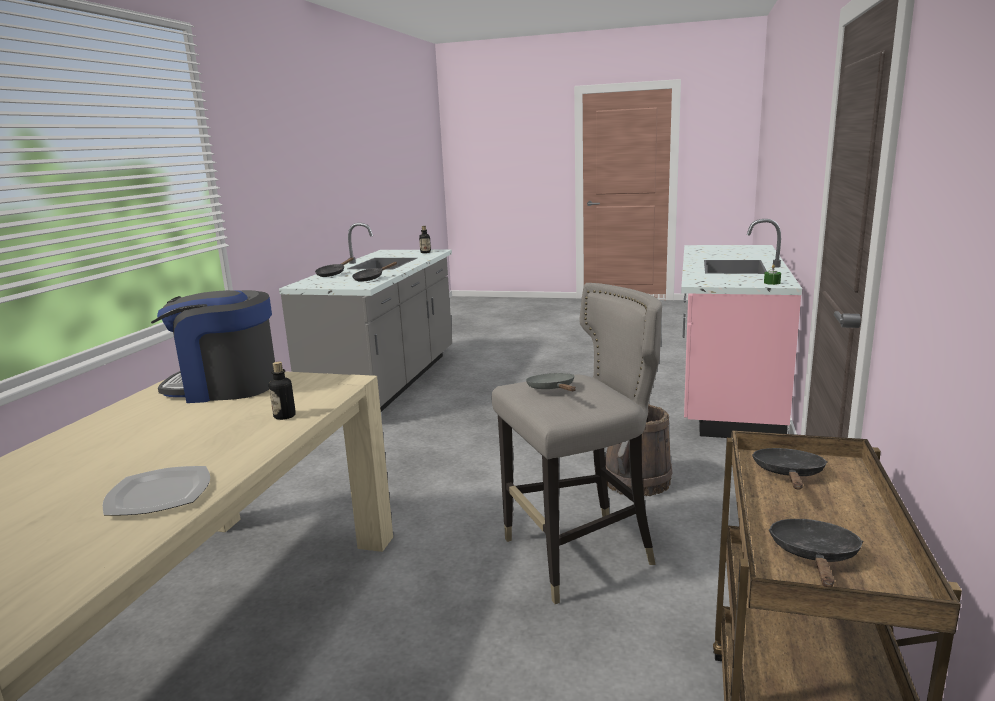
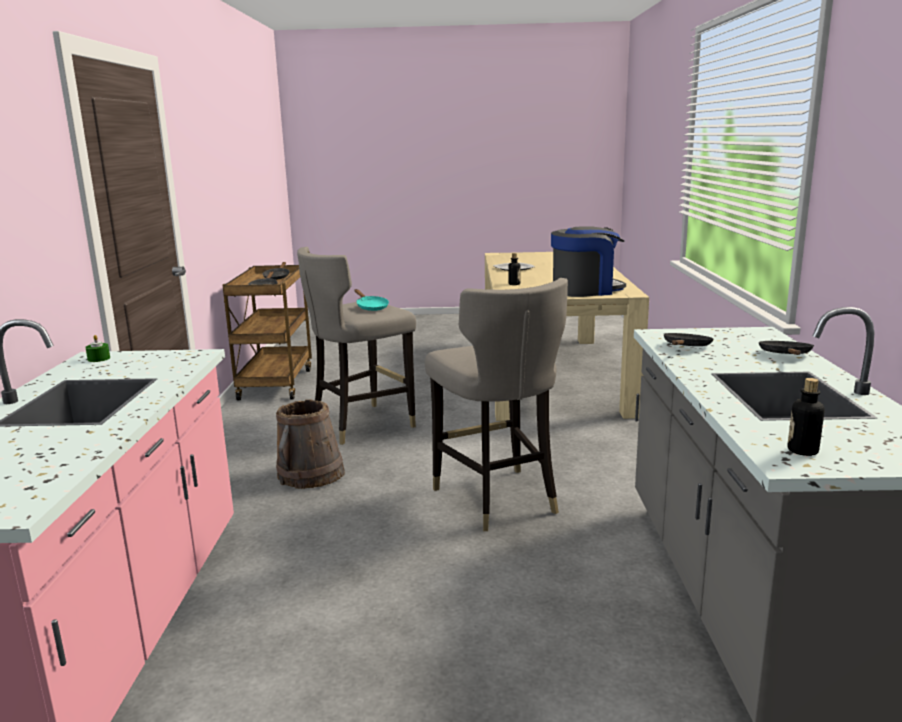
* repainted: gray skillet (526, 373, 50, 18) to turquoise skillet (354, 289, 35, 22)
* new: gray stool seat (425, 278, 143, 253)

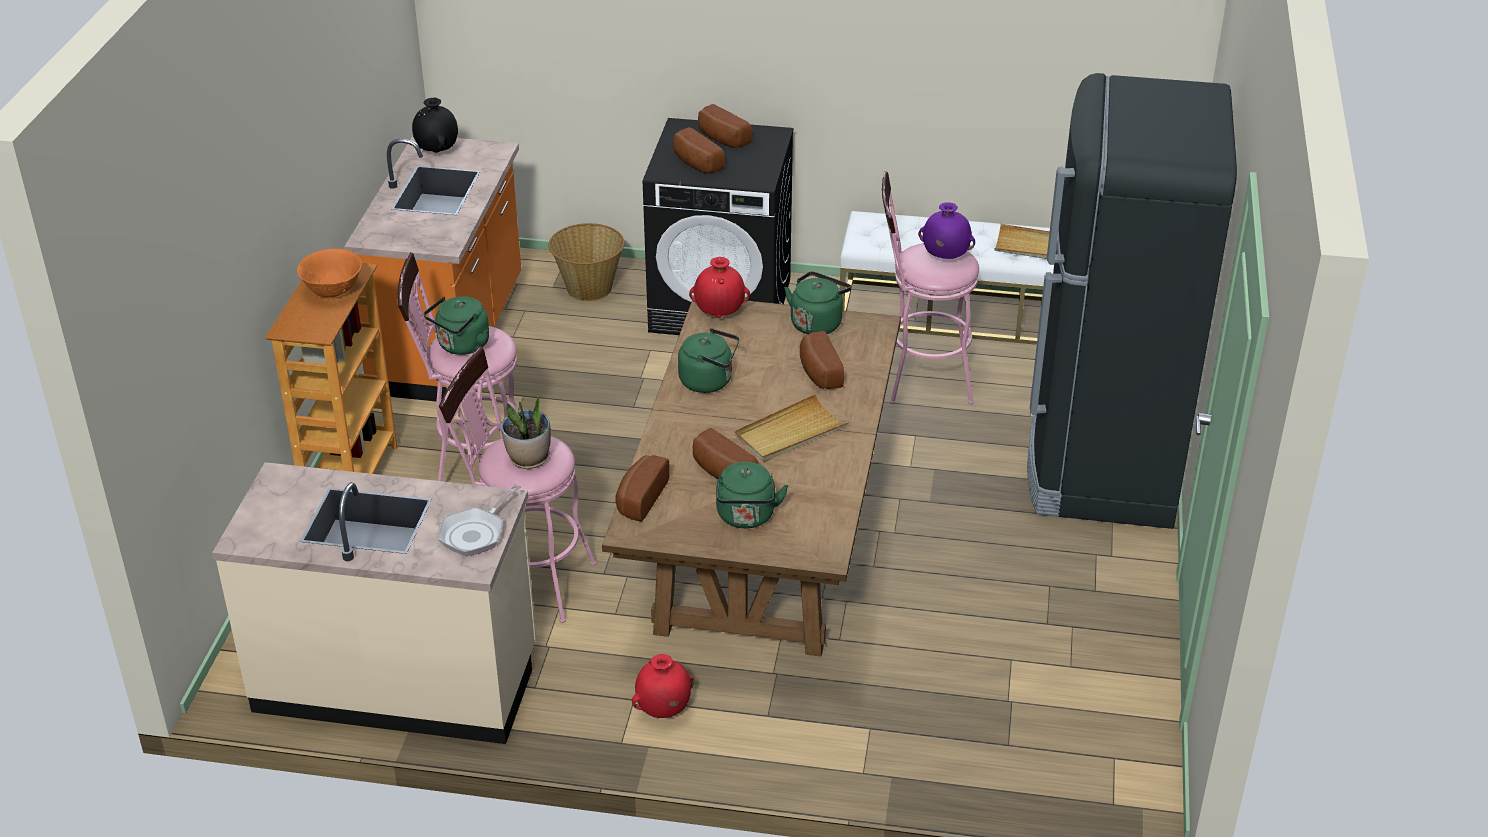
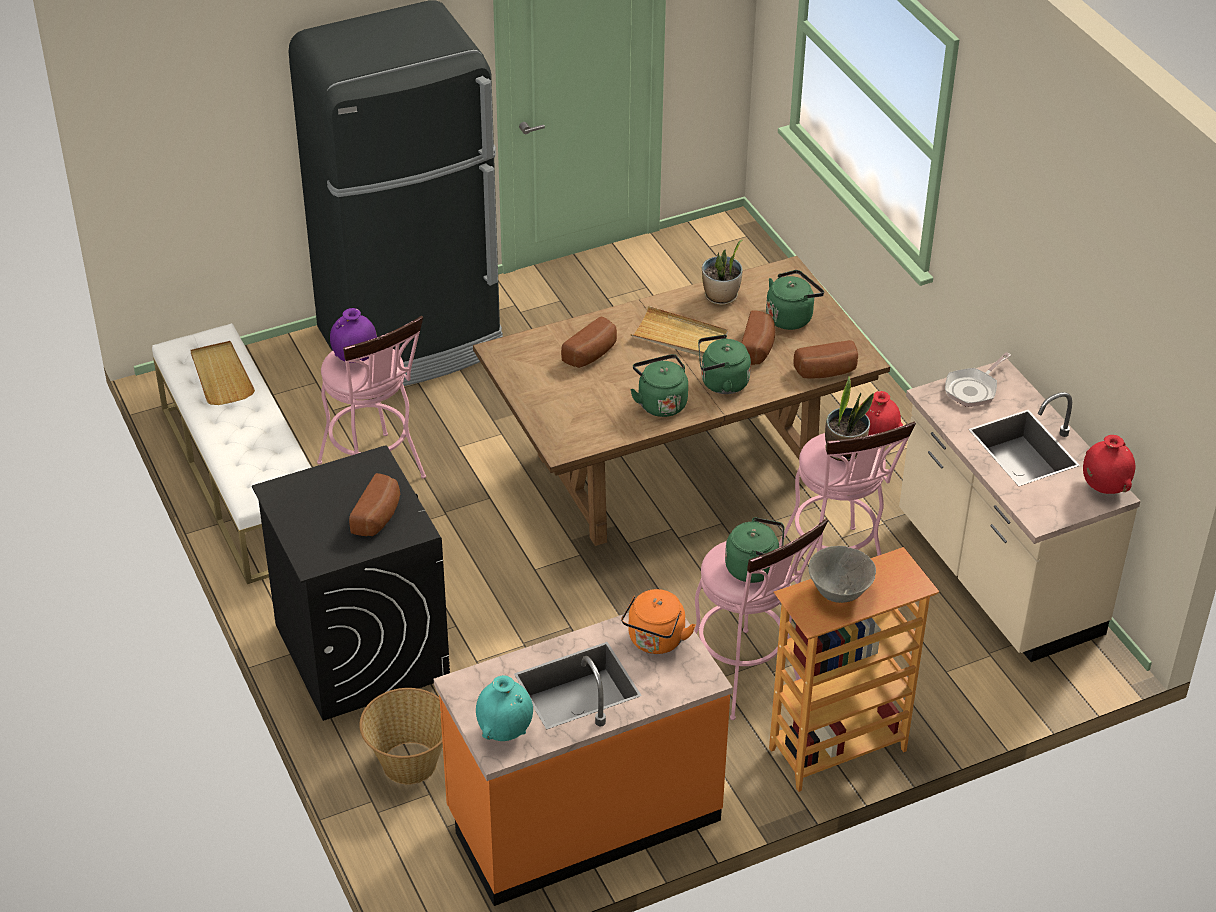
* repainted: orange bowl (297, 249, 65, 48) to gray bowl (809, 546, 67, 57)
* repainted: black-coloured decorative vase (412, 98, 46, 55) to turquoise decorative vase (476, 675, 57, 66)
* rotated: skillet (438, 484, 83, 73) = (945, 352, 66, 55) 135 degrees clockwise
* shifted: red-coloured decorative vase (689, 257, 61, 61) to (1083, 435, 52, 59)
* gone: baked bread (698, 104, 54, 44)
* shifted: greenish kettle (785, 272, 67, 63) to (698, 334, 53, 60)
* new: orange kettle (621, 589, 75, 65)
* new: houseplant (702, 240, 41, 65)

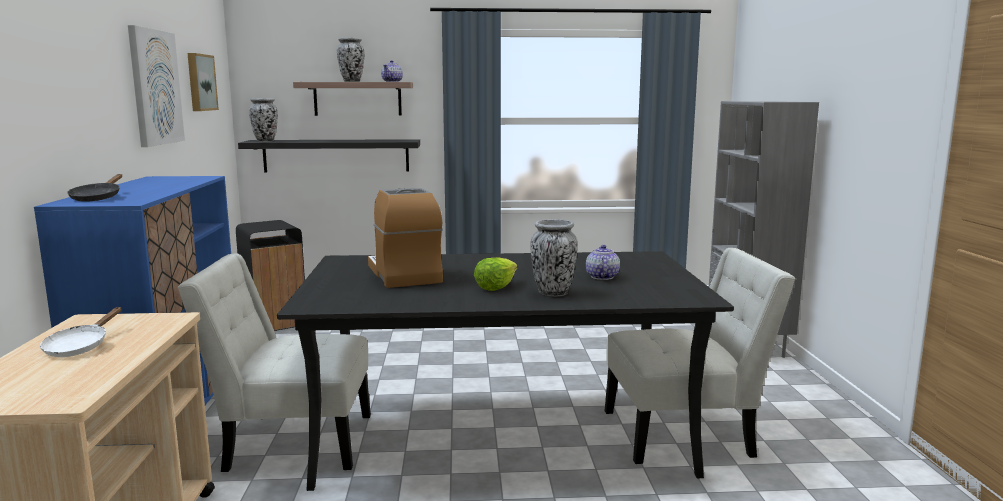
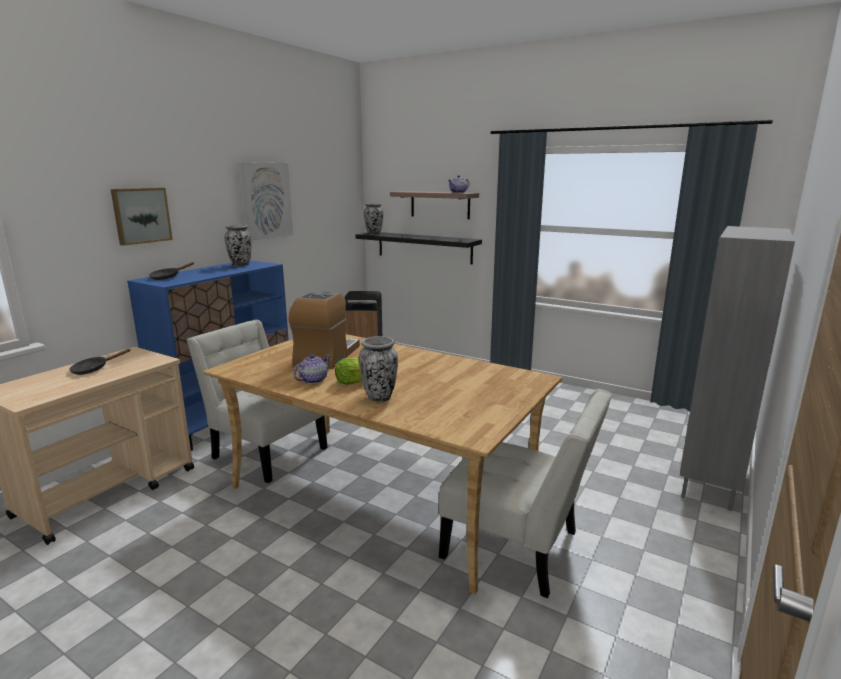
* repainted: whitish skillet (40, 307, 82, 50) to black-coloured skillet (69, 349, 62, 26)
* shifted: picture (188, 53, 31, 58) to (111, 188, 62, 58)
* repainted: black-coloured kitchen table (277, 251, 457, 240) to sand-coloured kitchen table (203, 334, 359, 261)
* shifted: decorative vase (337, 38, 27, 44) to (225, 225, 27, 41)
* shifted: tea pot (586, 245, 34, 35) to (293, 354, 38, 30)

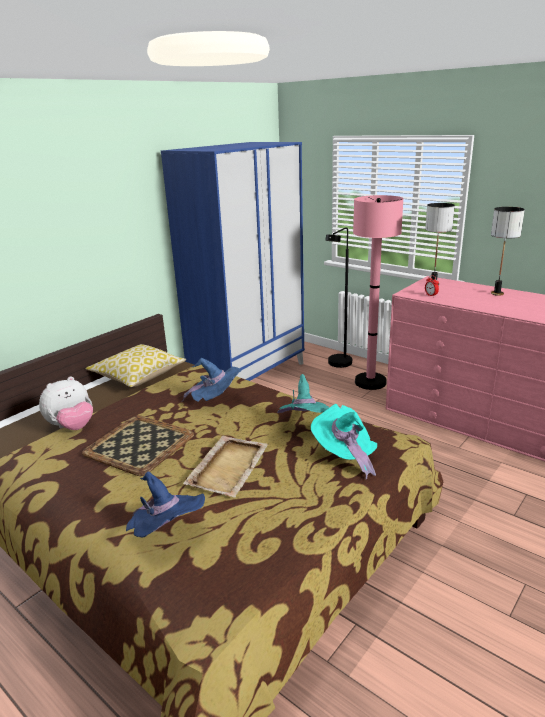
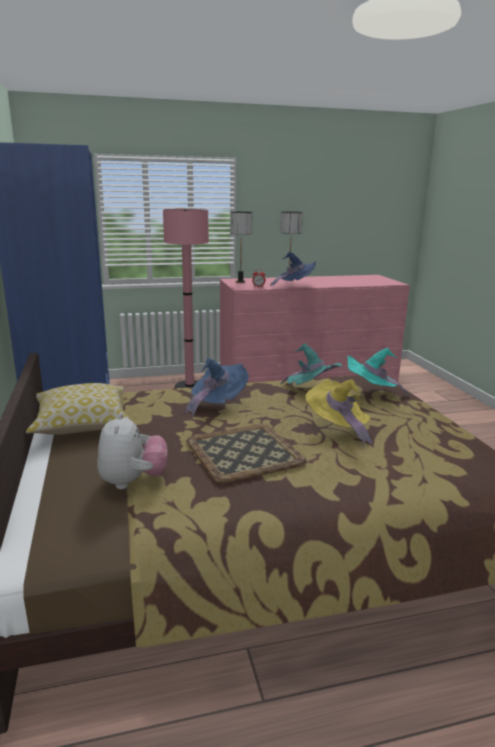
* shifted: blue hat (126, 471, 79, 67) to (270, 252, 47, 35)
* swapped: sand-coloured tray (183, 435, 85, 62) to yellow-coloured hat (305, 379, 67, 67)
* gone: black-coloured floor lamp (326, 227, 26, 141)

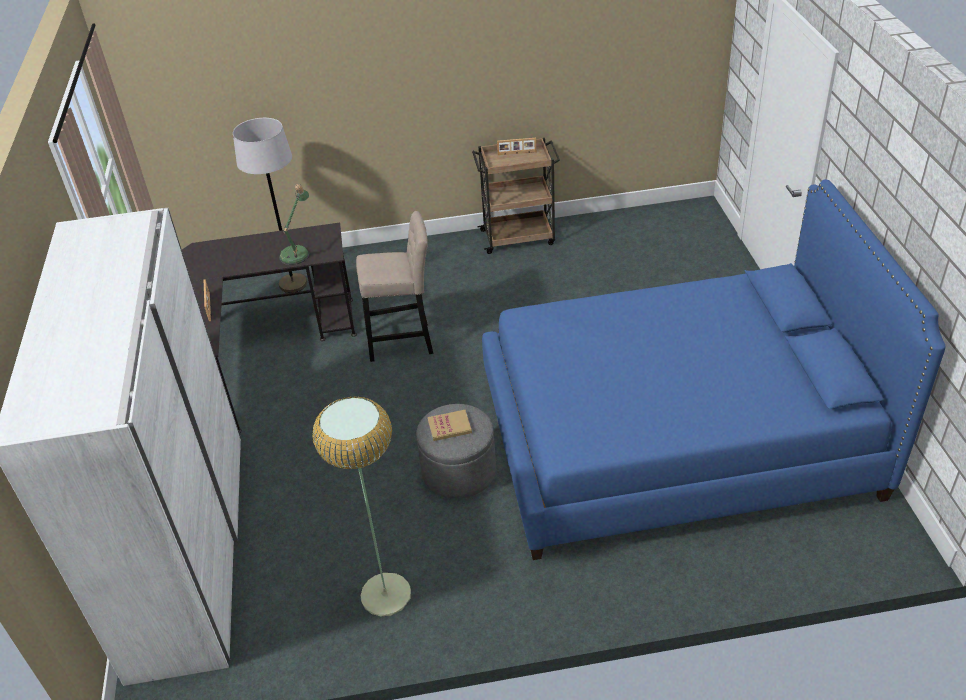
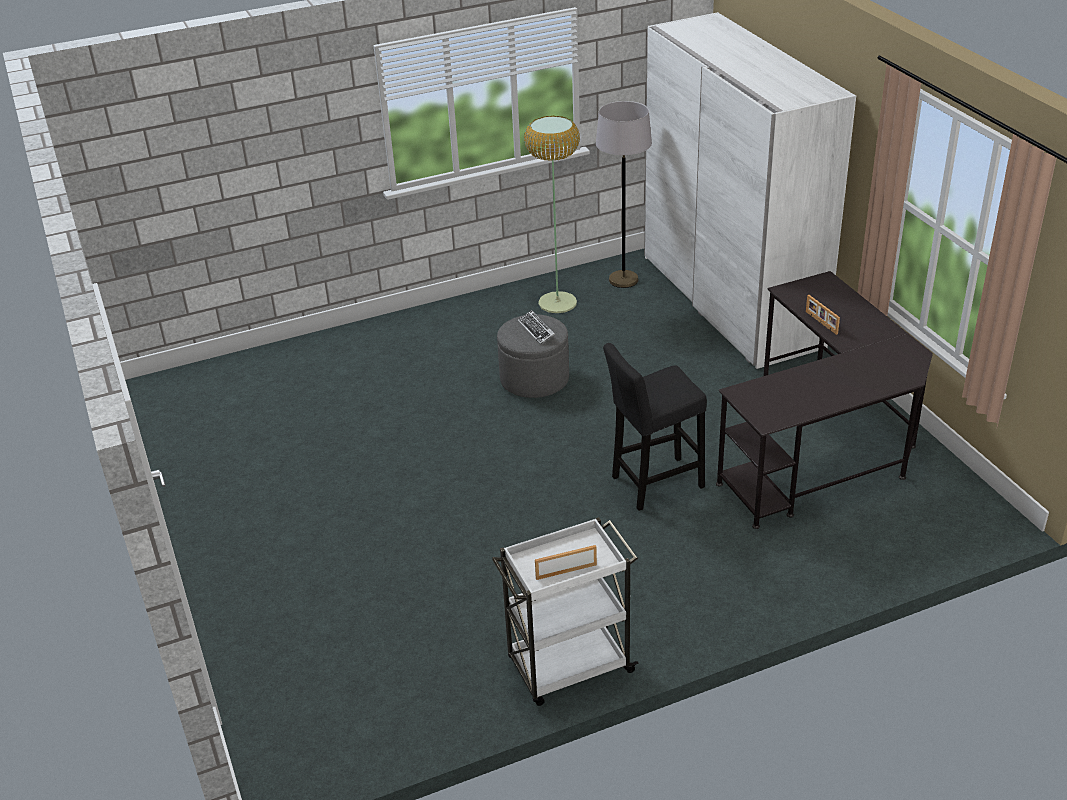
* shifted: gray floor lamp (233, 118, 74, 175) to (596, 101, 56, 187)
* gone: table lamp (279, 184, 30, 81)
* repainted: sand-coloured stool seat (356, 211, 77, 151) to black-coloured stool seat (603, 343, 104, 168)
* swapped: volume (428, 410, 44, 31) to keyboard (518, 310, 37, 35)
* repainted: brown trolley (472, 138, 88, 116) to whitish trolley (492, 517, 147, 189)
* gone: blue sleeping bed (482, 179, 463, 381)

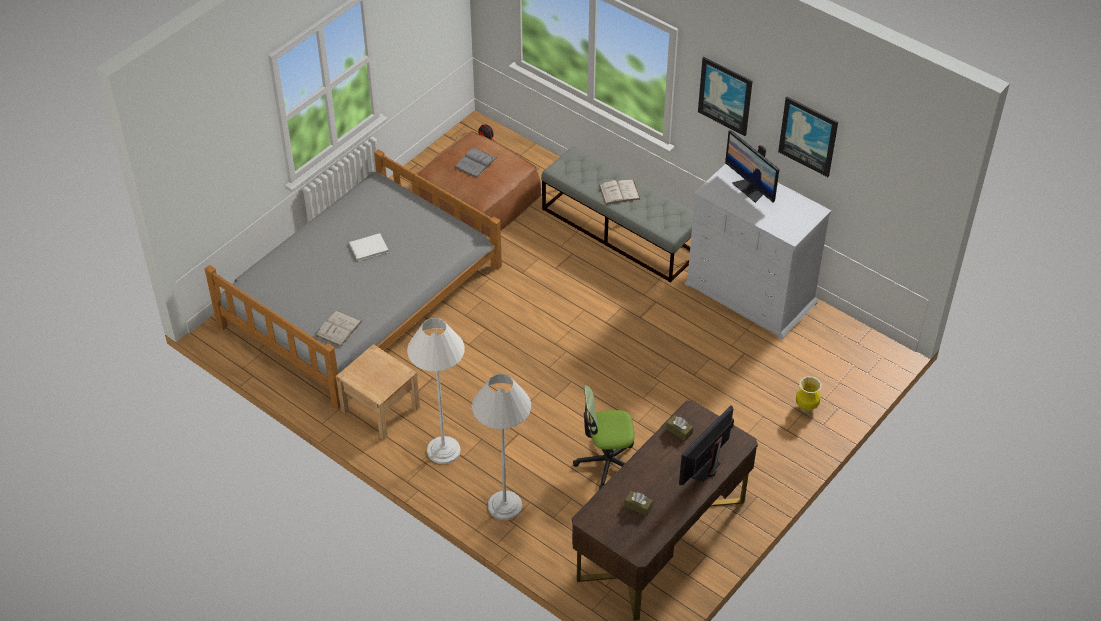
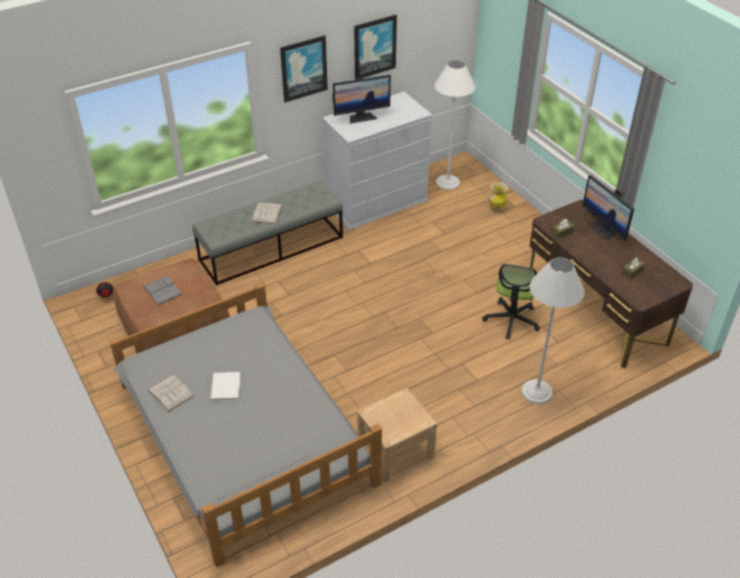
* shifted: whitish volume (316, 311, 46, 36) to (148, 375, 46, 37)
* shifted: whitish floor lamp (407, 318, 58, 146) to (434, 60, 41, 130)

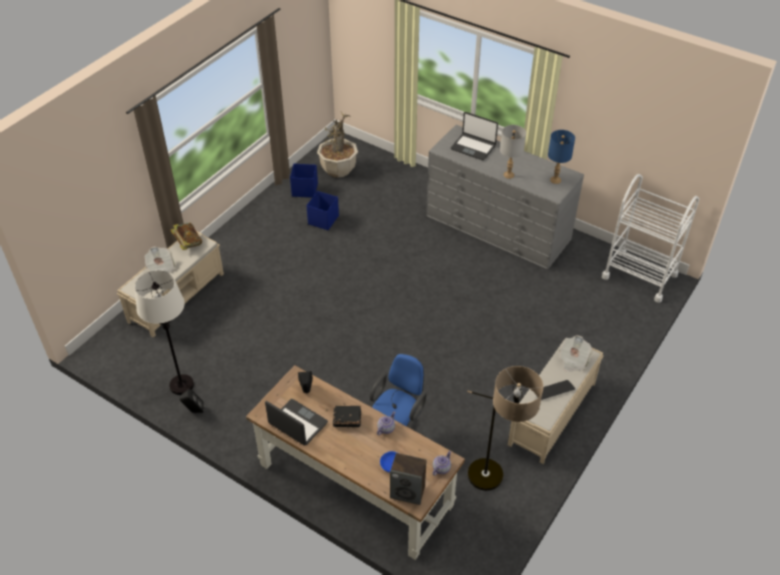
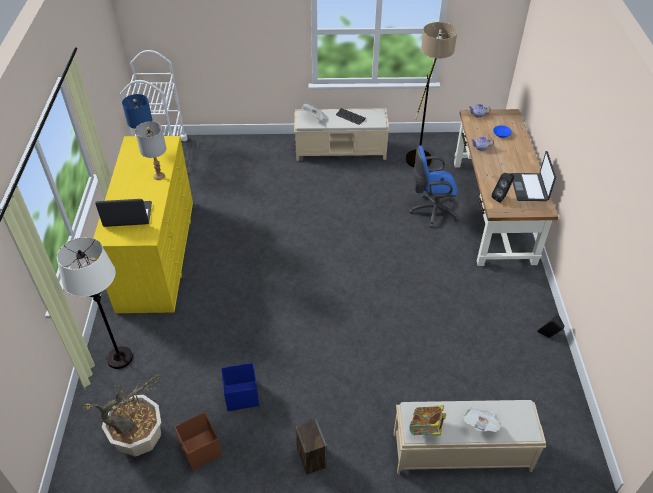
* shifted: whitish floor lamp (135, 270, 59, 125) to (57, 237, 76, 132)
* repainted: blue storage bin (290, 164, 28, 34) to brown storage bin (175, 412, 47, 58)
* gone: black-coloured volume (333, 406, 28, 21)
* shifted: audio speaker (390, 453, 37, 52) to (296, 419, 31, 56)
* repainted: gray dresser (426, 125, 158, 144) to yellow-coloured dresser (94, 136, 99, 177)
* rotated: laptop (451, 112, 47, 48) = (95, 199, 57, 28) 90 degrees counterclockwise

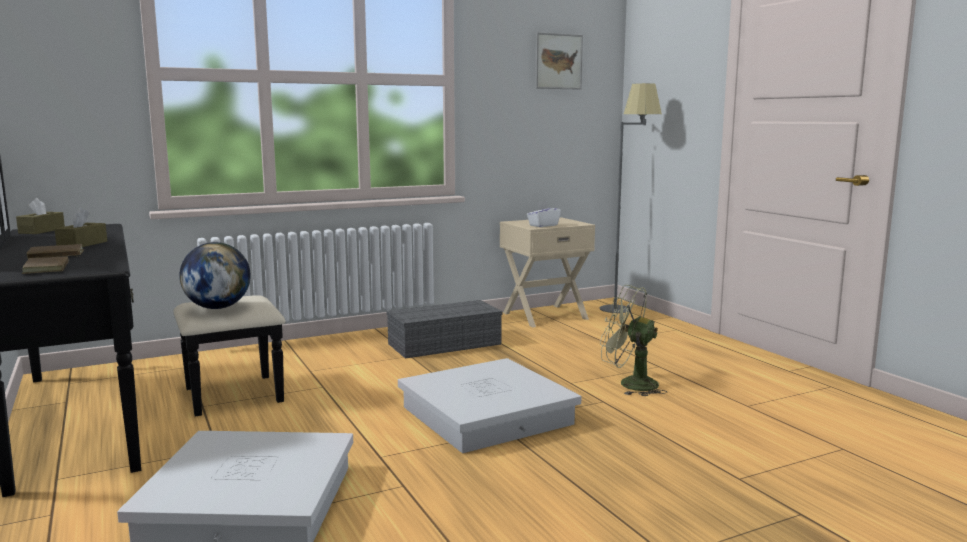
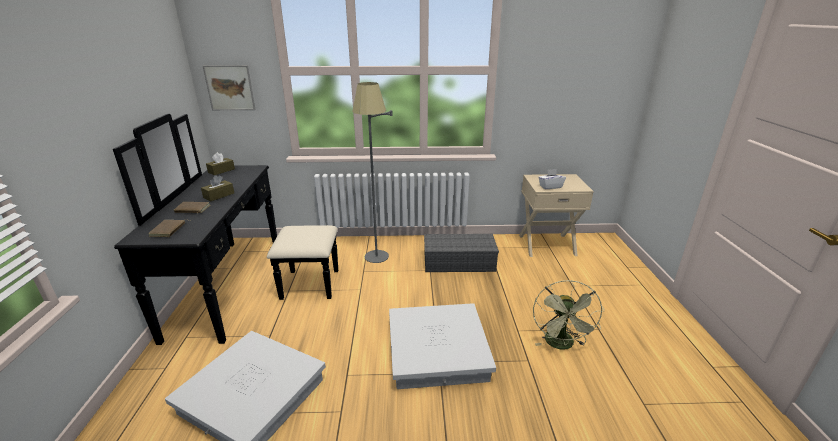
* gone: globe (179, 242, 72, 67)
* shifted: picture (535, 32, 48, 58) to (202, 65, 54, 45)
* shifted: gray floor lamp (599, 83, 63, 230) to (352, 82, 41, 181)
* rotated: greenish electric fan (600, 285, 67, 111) = (533, 280, 71, 70) 135 degrees counterclockwise

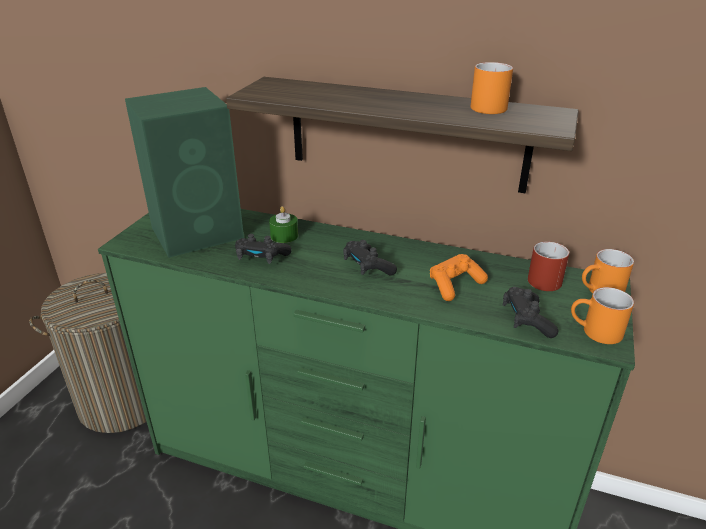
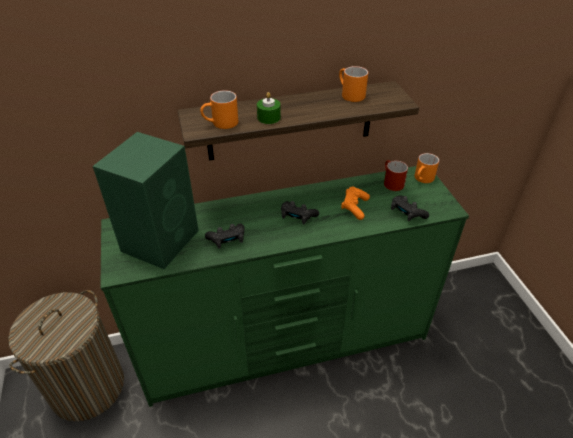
* shifted: greenish wax light (269, 206, 29, 37) to (257, 92, 24, 32)
* shifted: orange mug (571, 287, 63, 57) to (200, 90, 38, 39)

